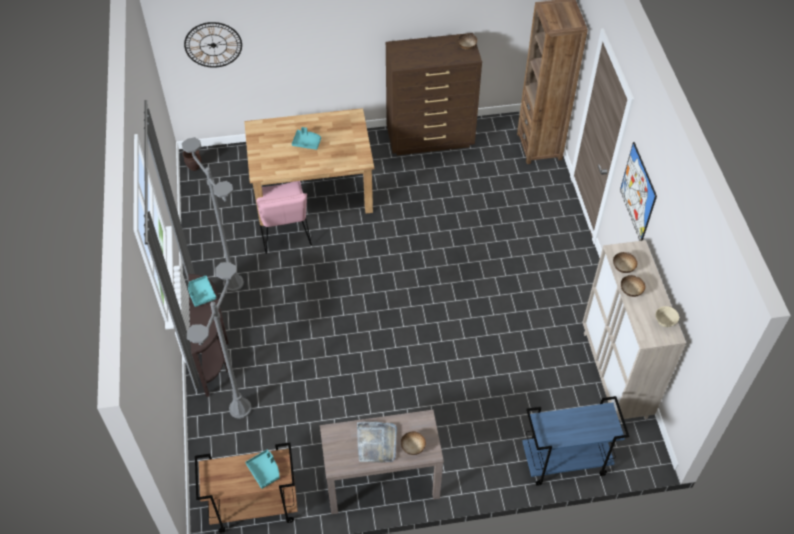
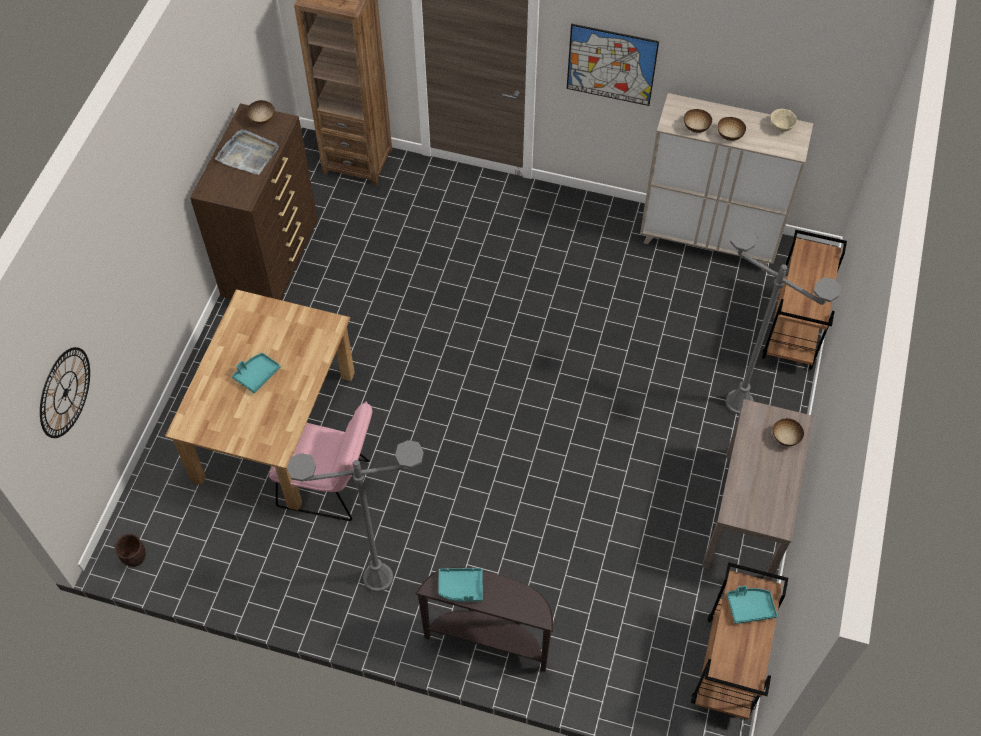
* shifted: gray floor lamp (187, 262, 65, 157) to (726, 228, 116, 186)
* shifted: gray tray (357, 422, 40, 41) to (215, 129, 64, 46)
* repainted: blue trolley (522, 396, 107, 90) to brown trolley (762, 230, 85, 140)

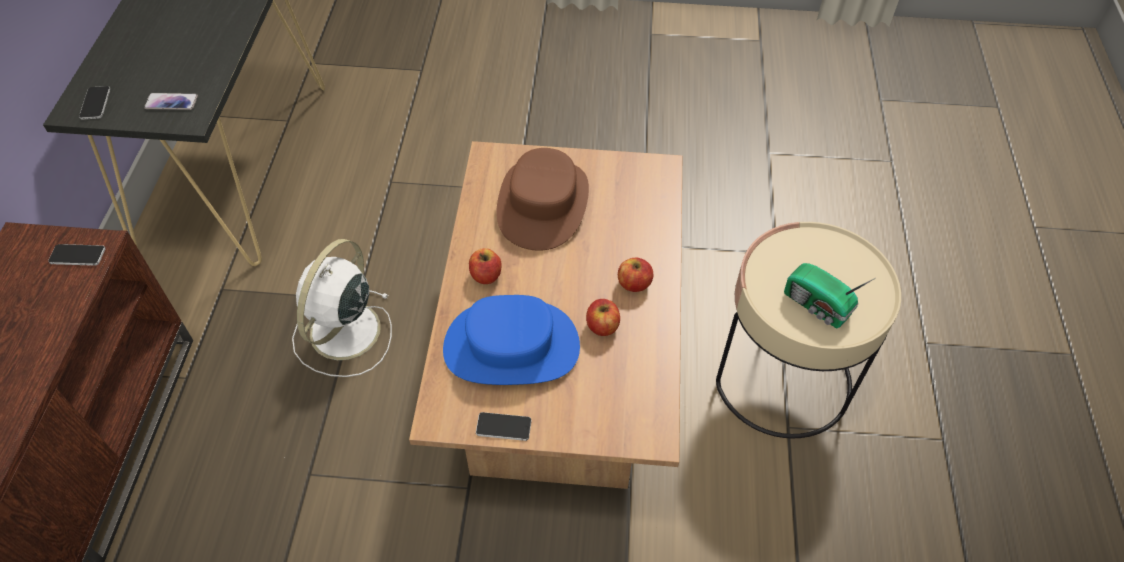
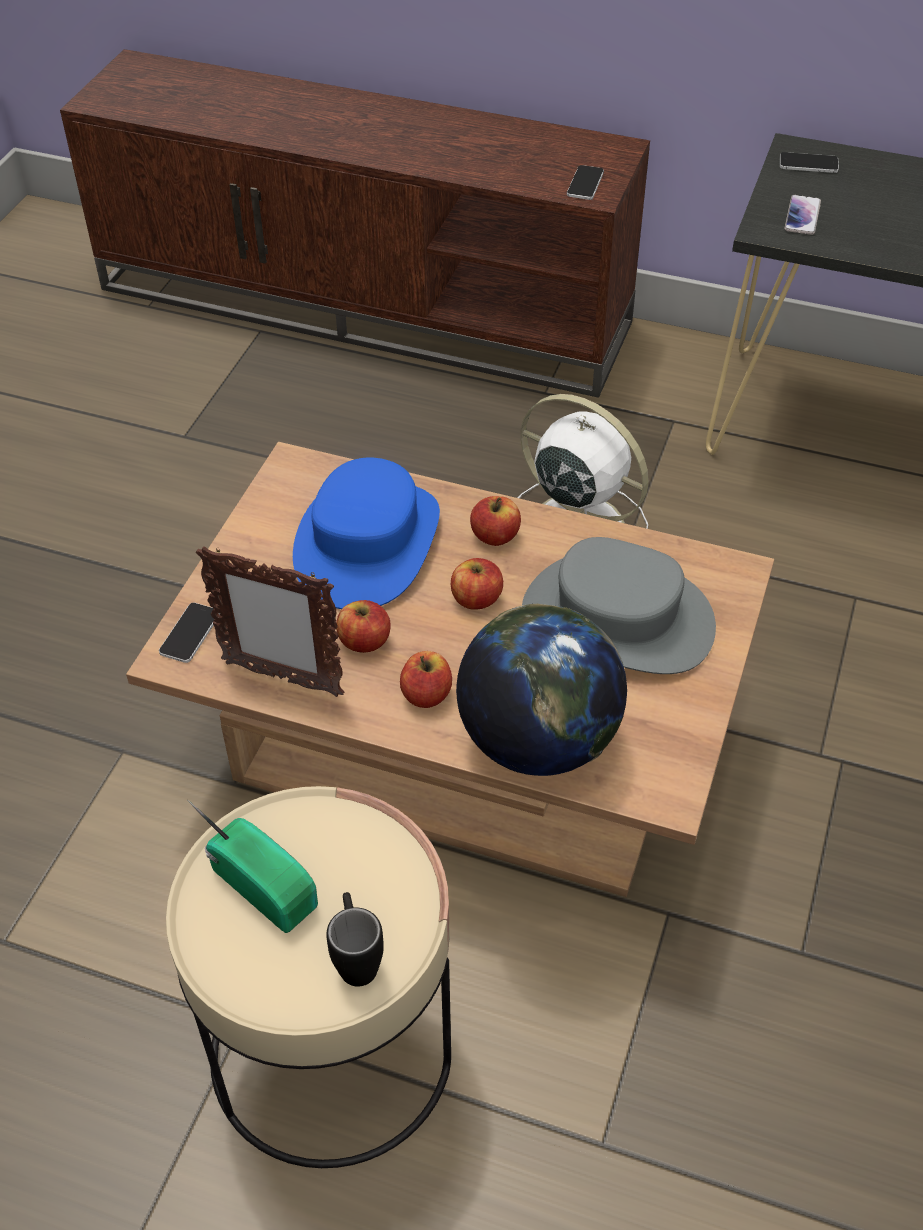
* shifted: handset (476, 412, 55, 29) to (159, 603, 61, 60)
* repainted: brown hat (496, 148, 93, 103) to gray hat (522, 537, 194, 137)
* rotated: radio set (784, 263, 92, 65) = (187, 800, 131, 133) 75 degrees clockwise
* new: standing frame (196, 546, 149, 151)
* new: black-coloured mug (326, 892, 58, 95)
* new: apple (451, 558, 52, 51)
* new: globe (456, 604, 171, 172)

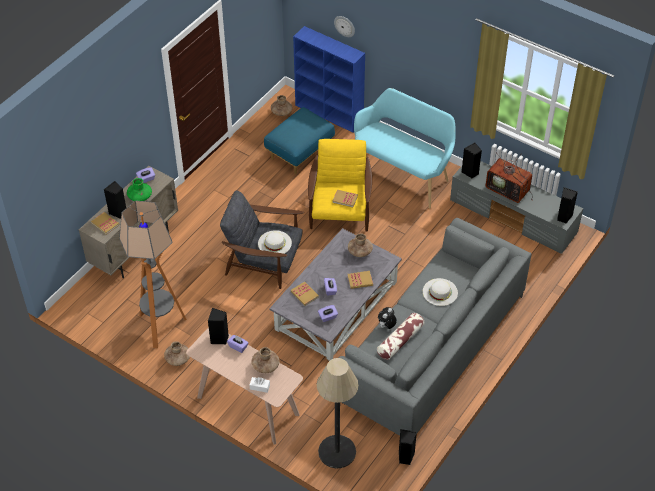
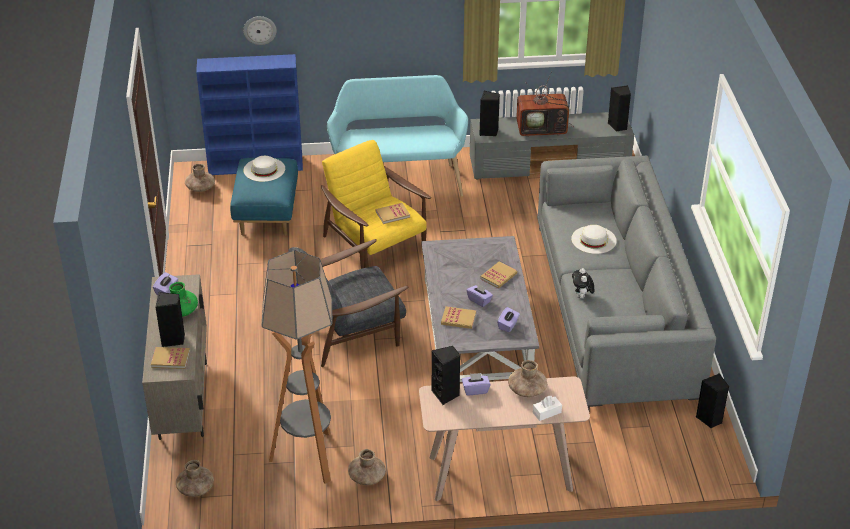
* shifted: whitish hat (258, 230, 34, 24) to (244, 156, 41, 26)
* gone: floor lamp (316, 358, 43, 111)
* shifted: brown decorative vase (348, 234, 25, 23) to (176, 460, 38, 37)
* gone: pillow (377, 313, 48, 47)

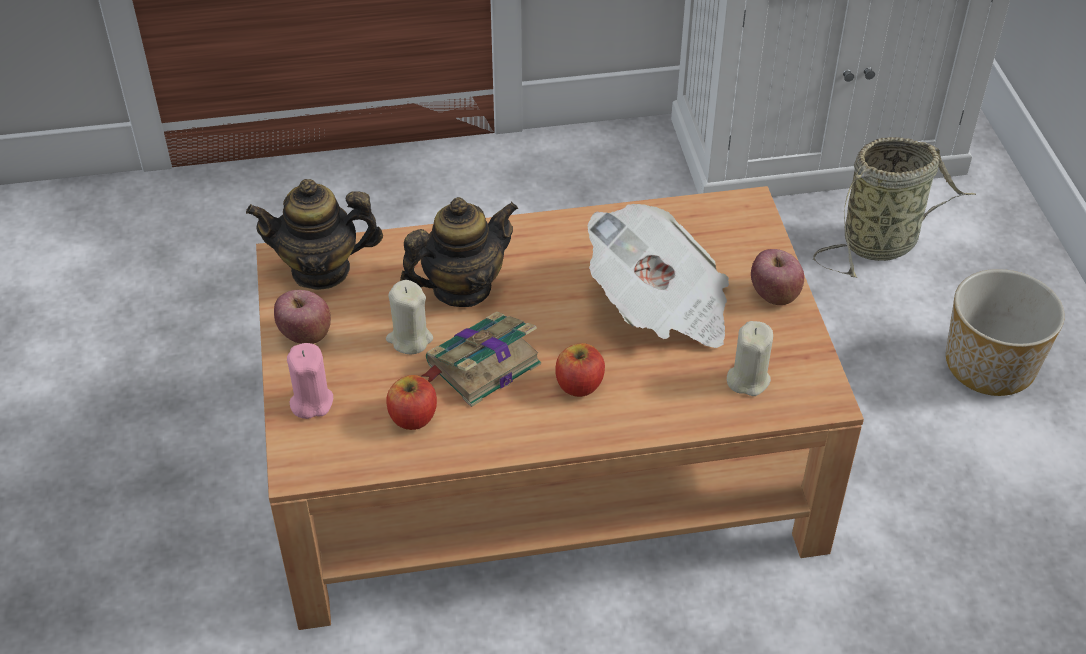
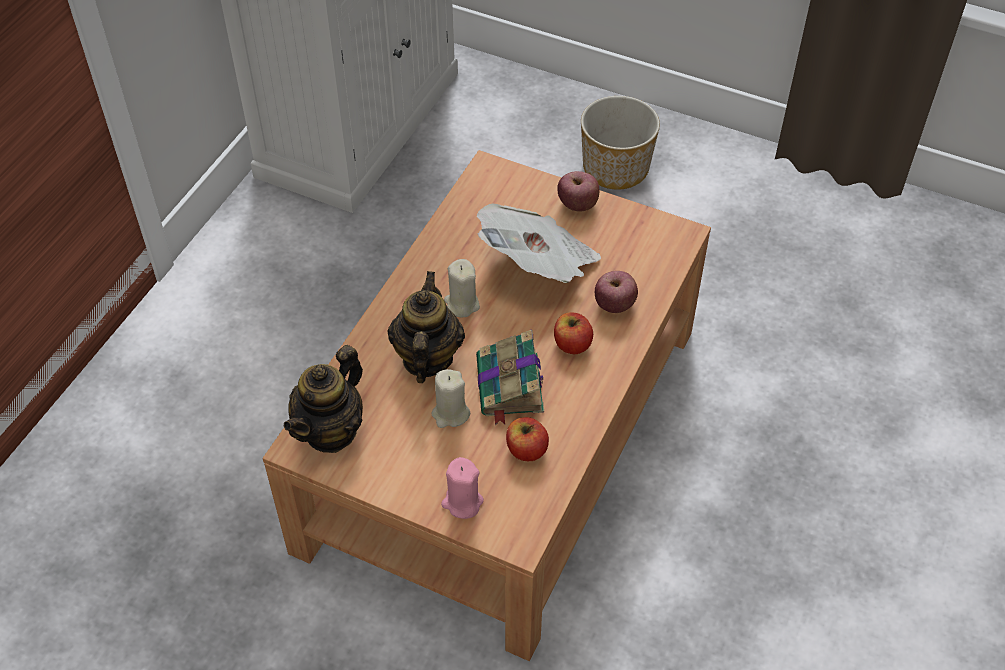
* shifted: apple (274, 290, 57, 54) to (595, 271, 43, 42)
* shifted: sand-coloured wax light (727, 321, 46, 75) to (444, 259, 36, 58)
* gone: storage basket (813, 137, 163, 141)

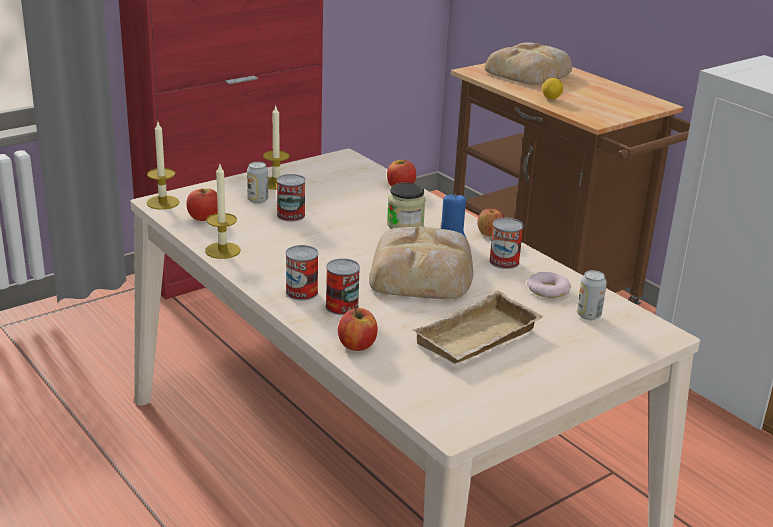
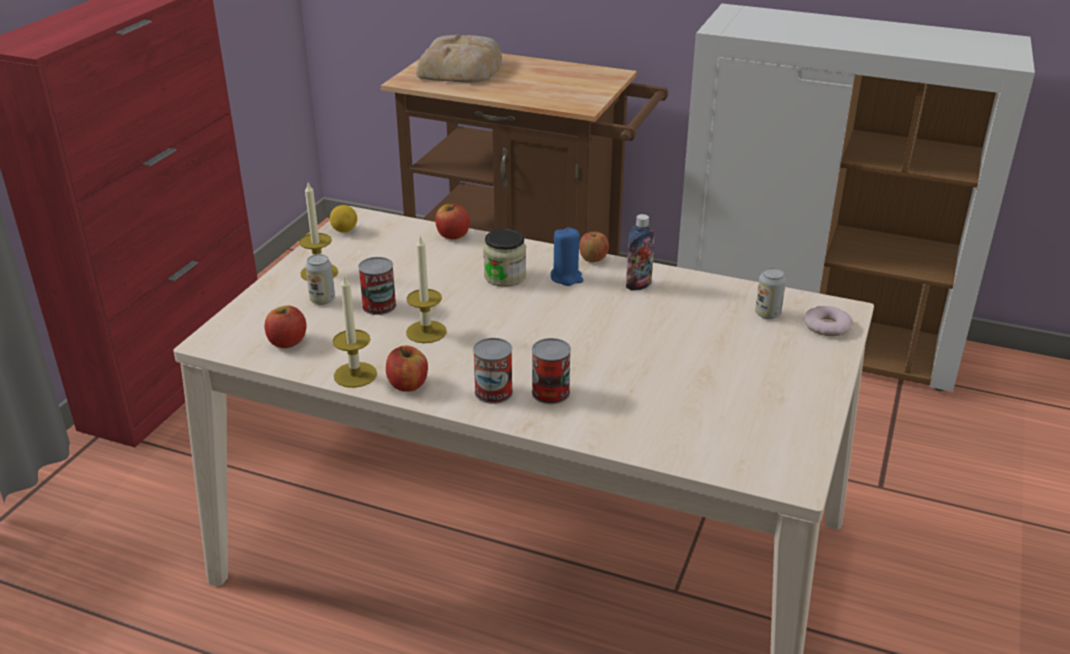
* shifted: wax light (147, 122, 33, 88) to (406, 236, 41, 107)
* shifted: apple (338, 308, 40, 43) to (386, 346, 42, 46)
* gone: baked bread (369, 226, 104, 73)
* gone: sand-coloured tray (413, 290, 131, 74)
* swapped: sealed can (489, 218, 35, 51) to beverage bottle (626, 214, 29, 77)
* shifted: donut (527, 272, 44, 26) to (803, 306, 50, 30)
* shifted: lemon (542, 78, 21, 21) to (330, 205, 27, 28)

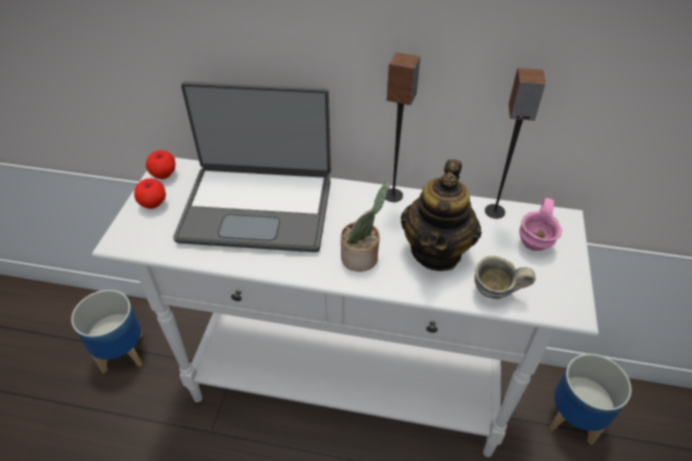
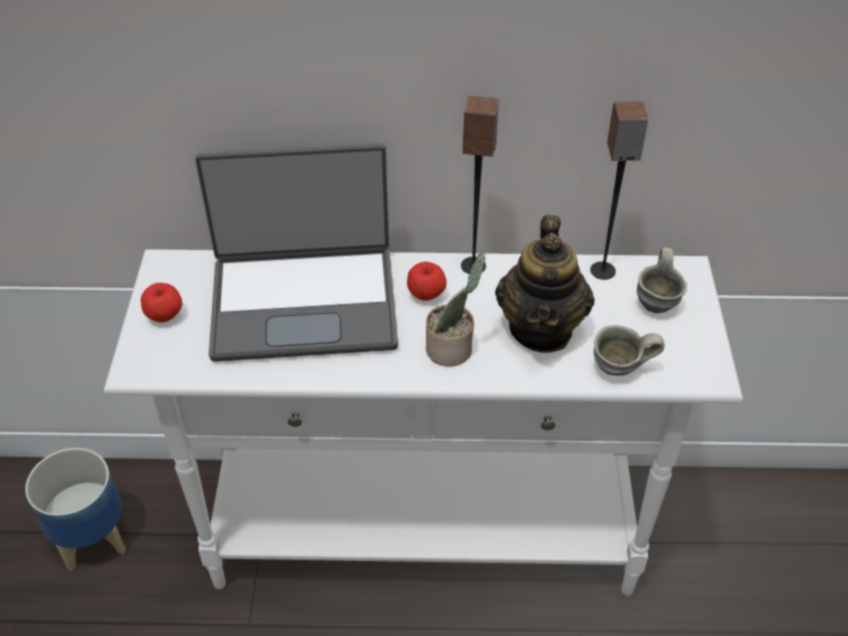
* shifted: apple (146, 150, 30, 29) to (407, 262, 39, 39)
* repainted: pink mug (519, 198, 43, 53) to gray mug (637, 247, 50, 66)
* gone: flower pot (550, 354, 82, 91)

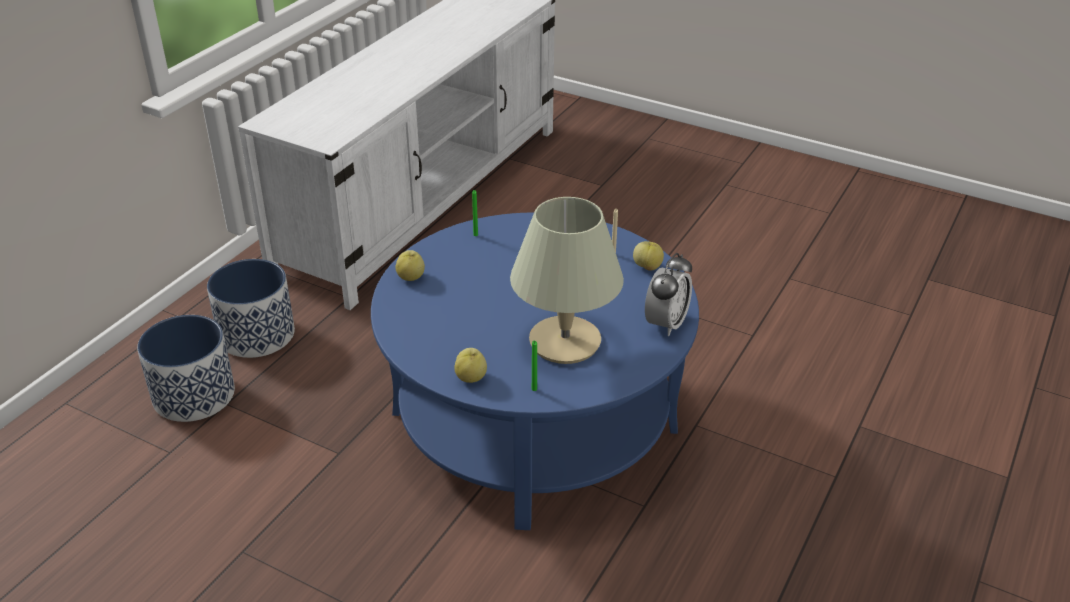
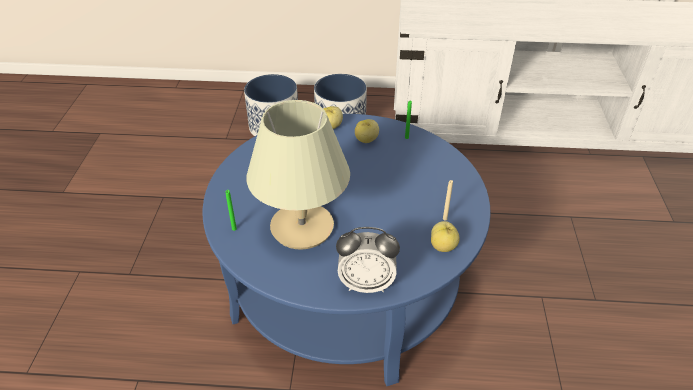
* shifted: apple (454, 348, 33, 35) to (355, 119, 24, 24)

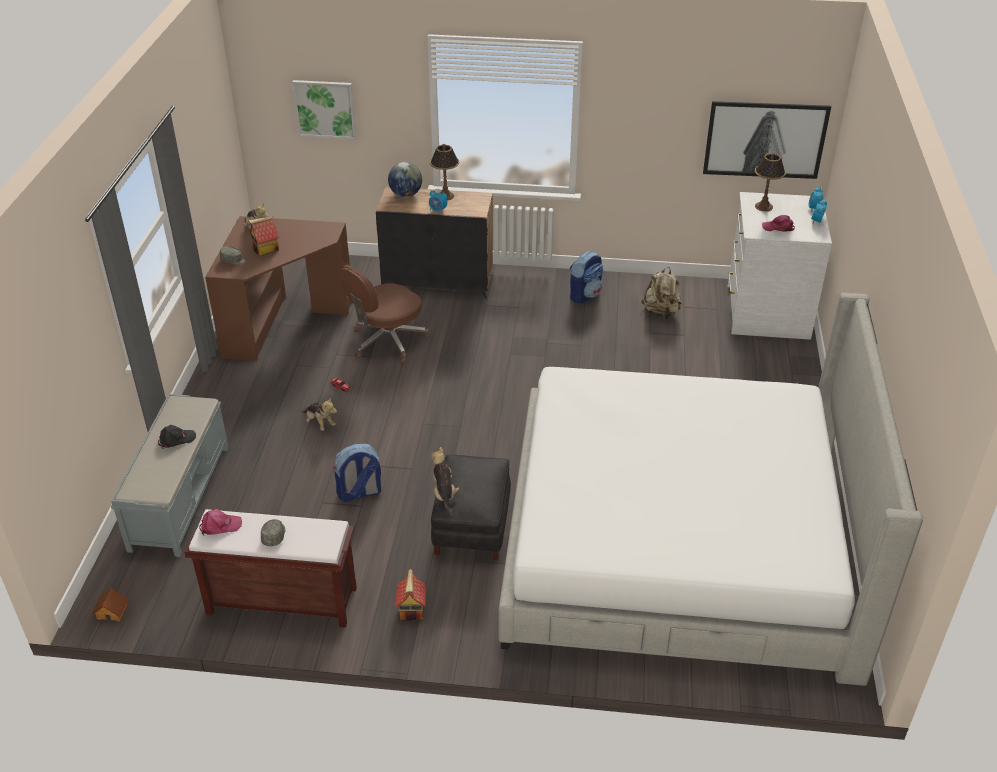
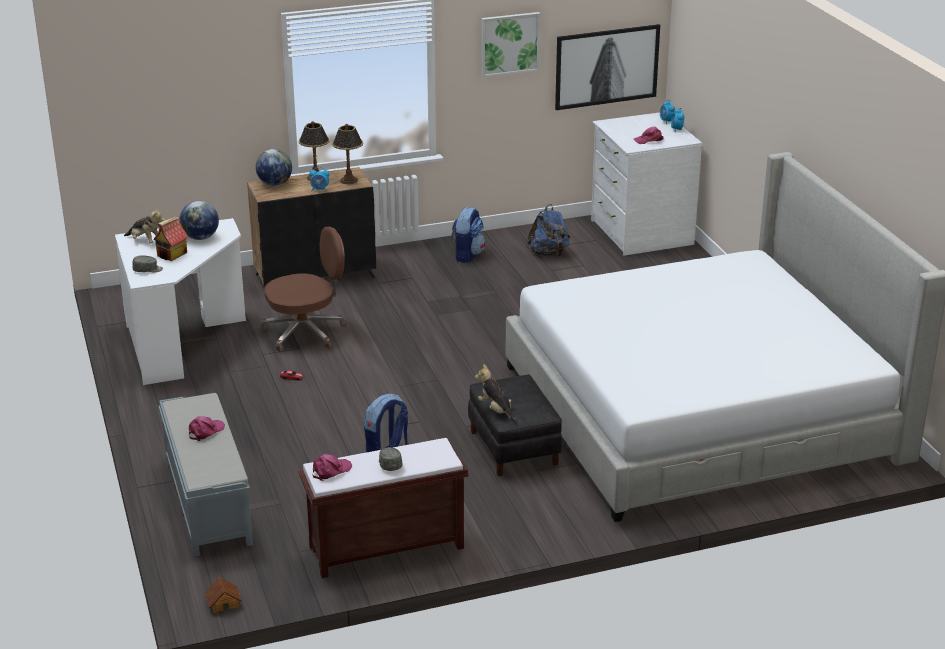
* repainted: black-coloured peaked cap (158, 425, 38, 24) to pink peaked cap (189, 416, 36, 25)
* repainted: brown desk (205, 216, 147, 145) to whitish desk (115, 218, 131, 167)
* shifted: picture (292, 80, 64, 59) to (482, 12, 58, 65)
* gone: cuddly toy (302, 397, 35, 34)
* rotated: brown desk chair (339, 265, 91, 98) = (261, 227, 86, 125) 135 degrees counterclockwise
* gone: miniature house (396, 568, 30, 53)
* repainted: sand-coloured knapsack (641, 267, 41, 53) to blue knapsack (527, 204, 43, 53)
* shifted: table lamp (755, 153, 31, 58) to (332, 124, 31, 60)
* new: globe (179, 201, 40, 39)

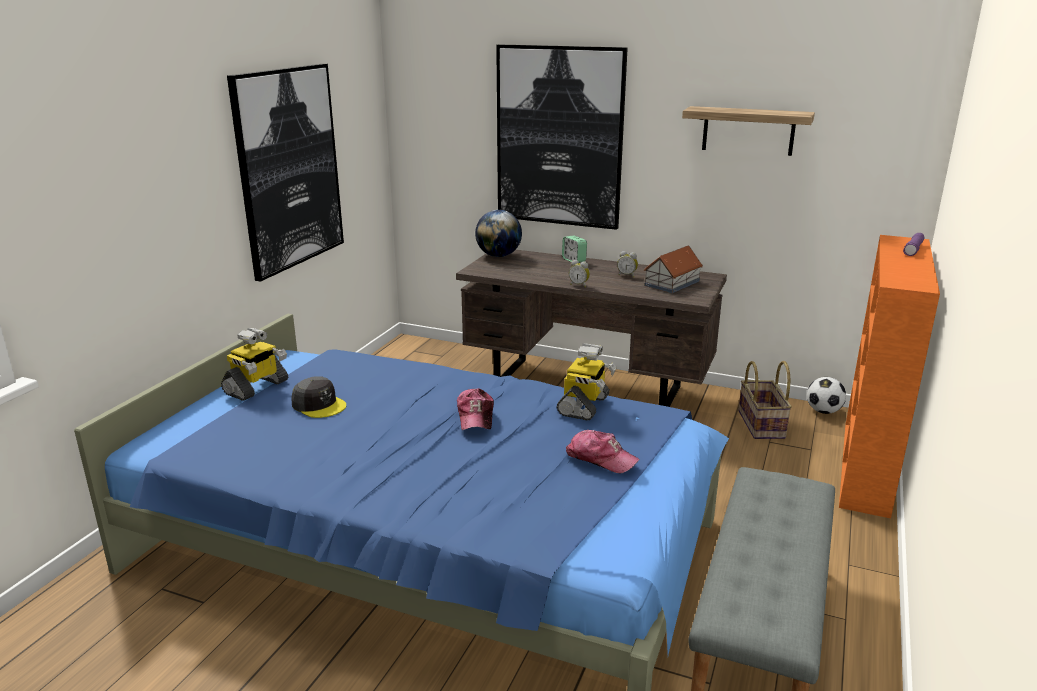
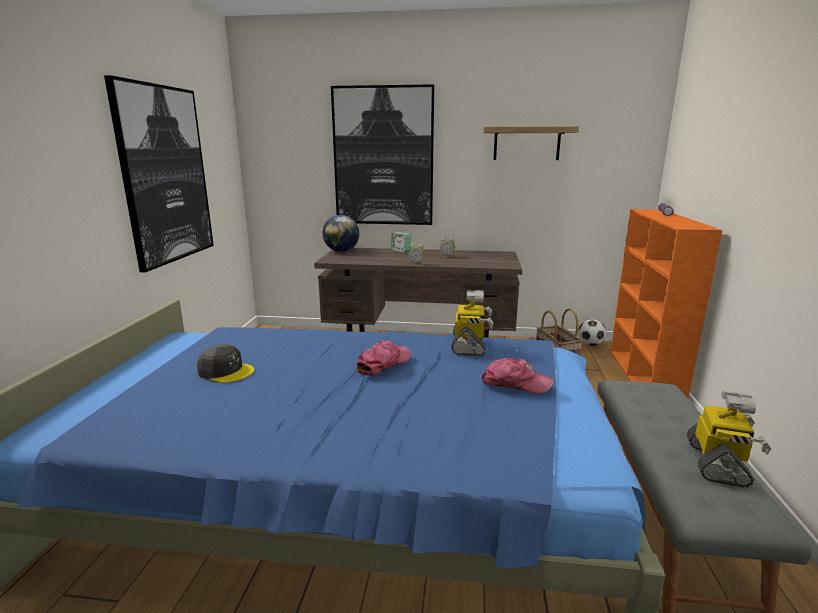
* shifted: robot figure (221, 328, 67, 73) to (687, 391, 84, 96)
* rotated: peaked cap (457, 388, 37, 42) = (356, 340, 55, 36) 120 degrees counterclockwise
* gone: miniature house (644, 245, 59, 48)

